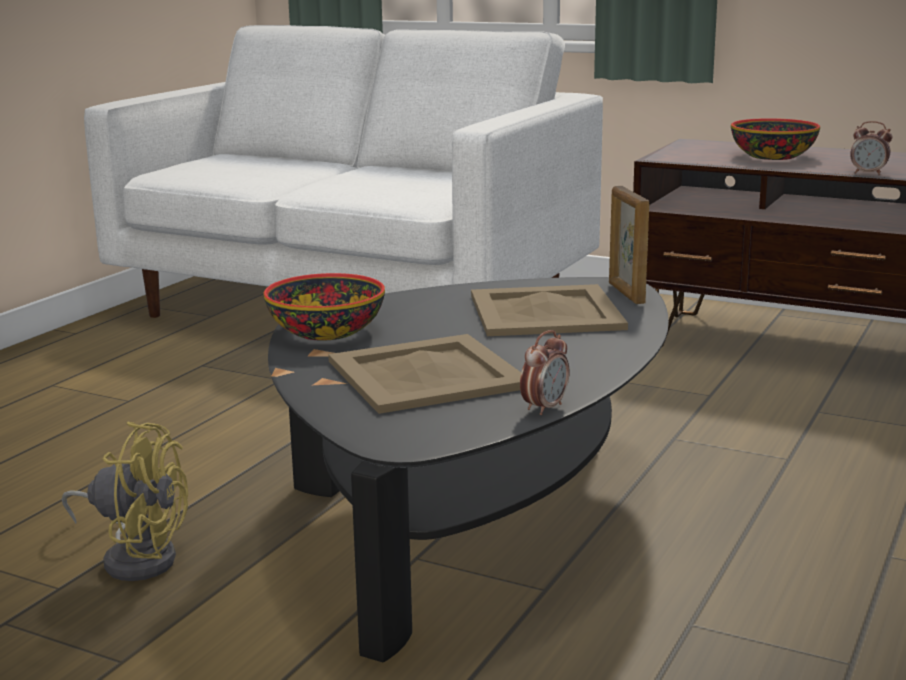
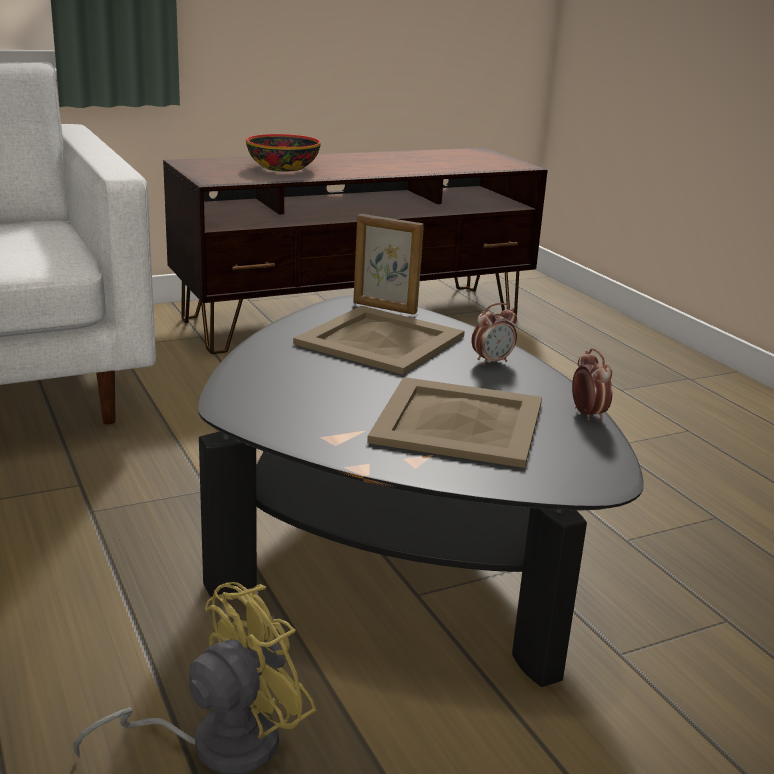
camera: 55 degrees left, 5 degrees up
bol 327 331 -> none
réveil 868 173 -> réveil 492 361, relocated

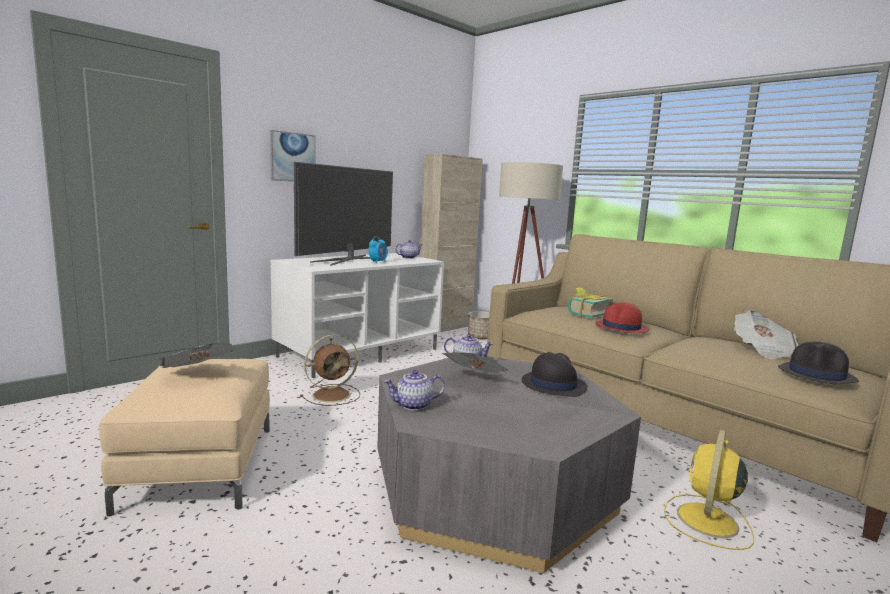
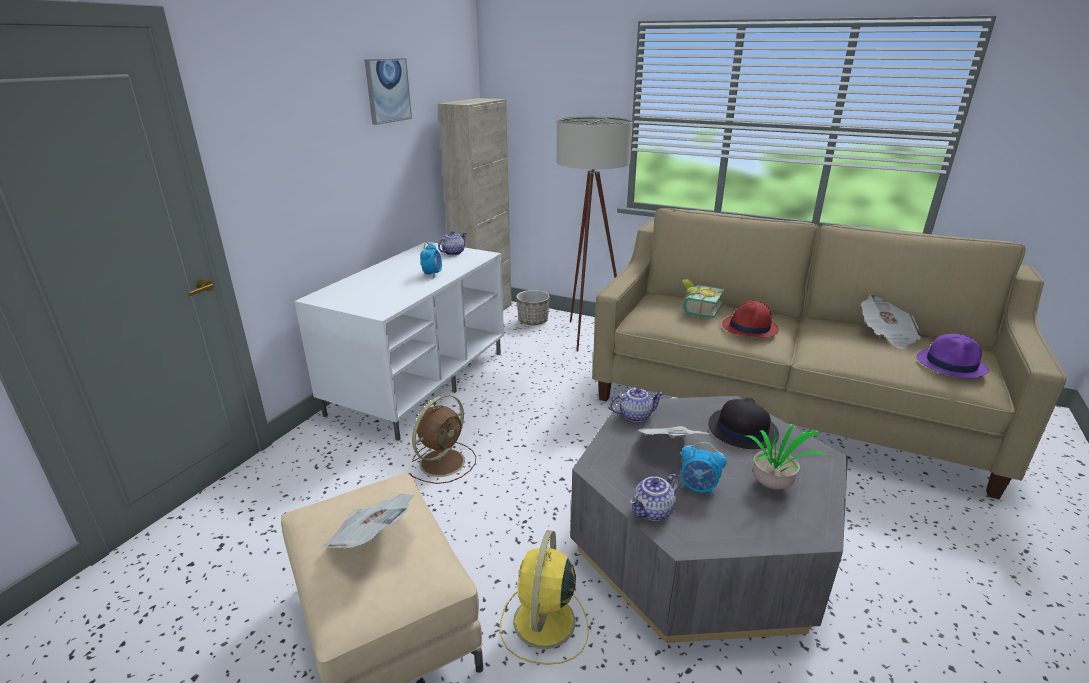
camera: 20 degrees left, 15 degrees up
tableau 292 157 -> tableau 387 90, relocated
téléviseur 349 260 -> none
ventilateur [jaune] 706 521 -> ventilateur [jaune] 543 624, relocated
chapeau [noir] 817 375 -> chapeau [violet] 951 364
none -> réveil 698 488
none -> plante en pot 775 487

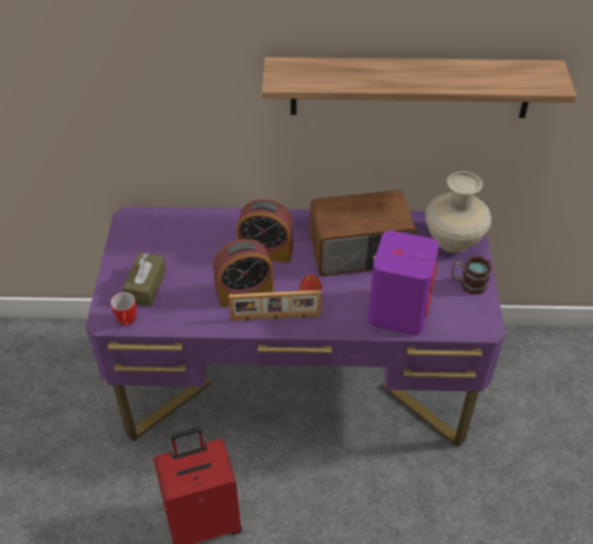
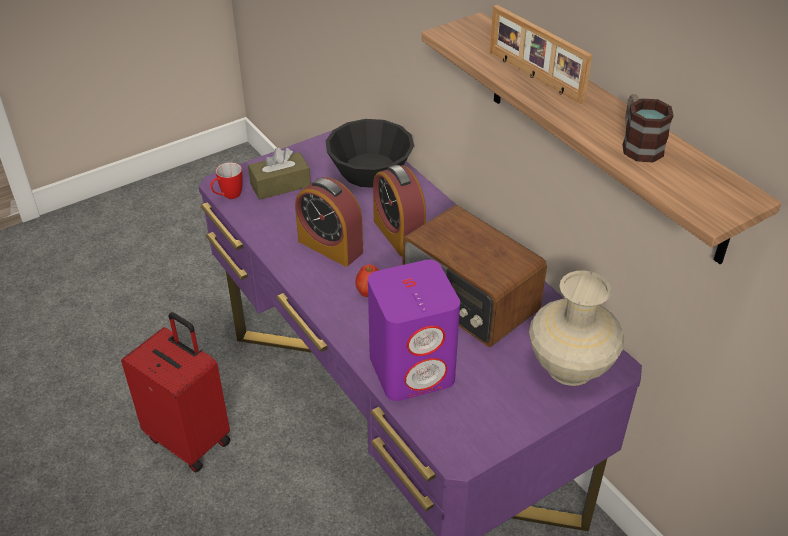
camera: 55 degrees right, 5 degrees down
cadre photo 275 318 -> cadre photo 533 77, relocated
mug 468 283 -> mug 638 145, relocated
none -> bol [noir] 369 170

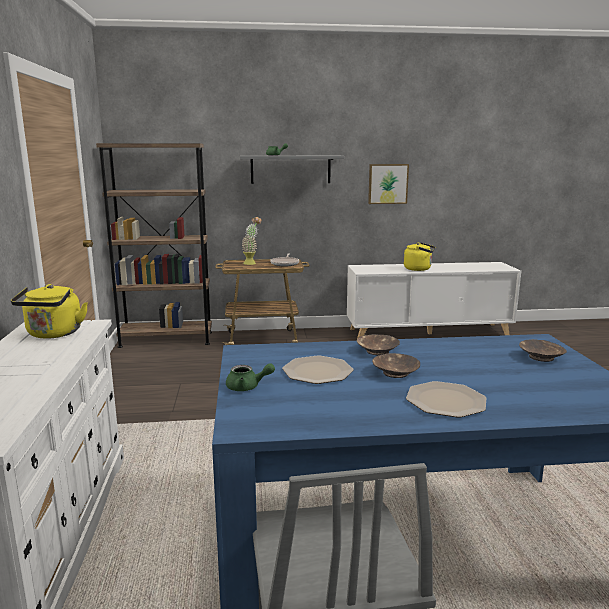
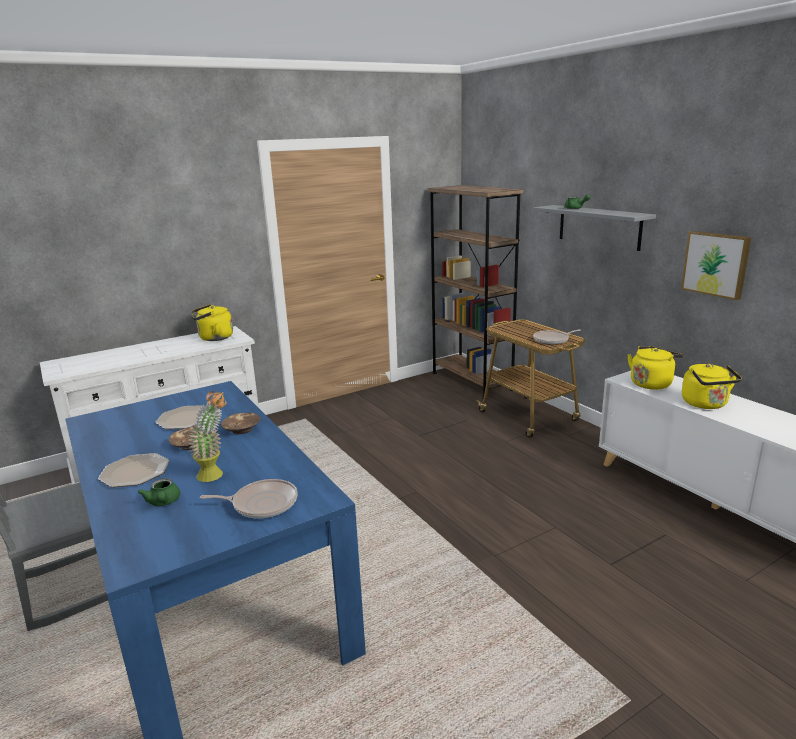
camera: 65 degrees right, 5 degrees up
théière [vert] 247 387 -> théière [vert] 163 502, relocated
plante en pot 252 263 -> plante en pot 216 476, relocated
bol [marron] 540 357 -> poêle 261 504
none -> bouilloire [jaune] 651 383

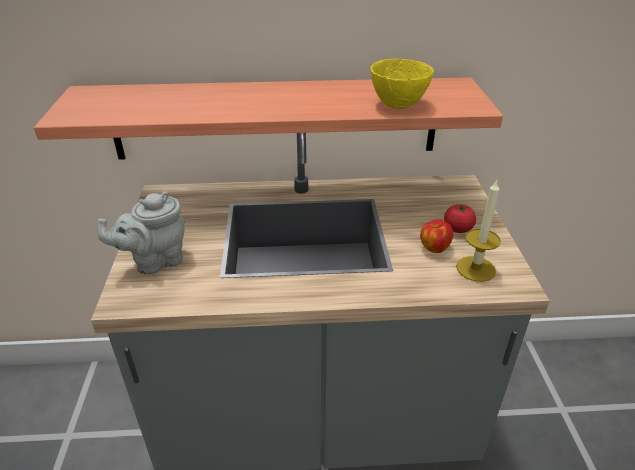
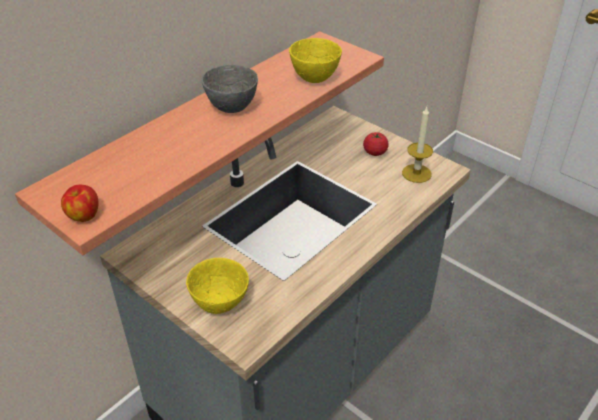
camera: 45 degrees left, 5 degrees up
théière [gris] 155 261 -> bol [jaune] 220 302
pomme 434 248 -> pomme 83 216, relocated
none -> bol [gris] 231 108

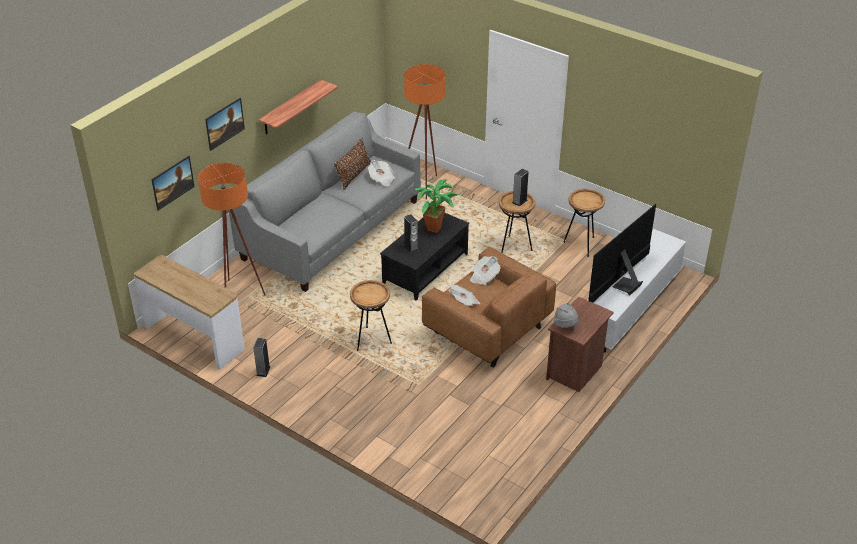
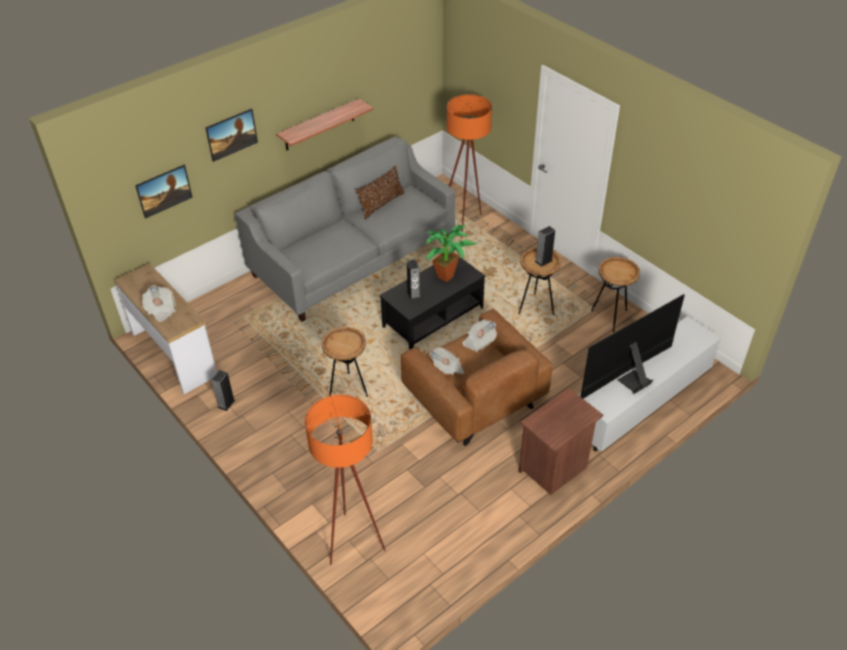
camera: 15 degrees right, 5 degrees up
lampadaire [orange] 237 291 -> lampadaire [orange] 352 536, relocated
journal 381 179 -> journal 161 310, relocated
chapeau [gris] 565 326 -> none

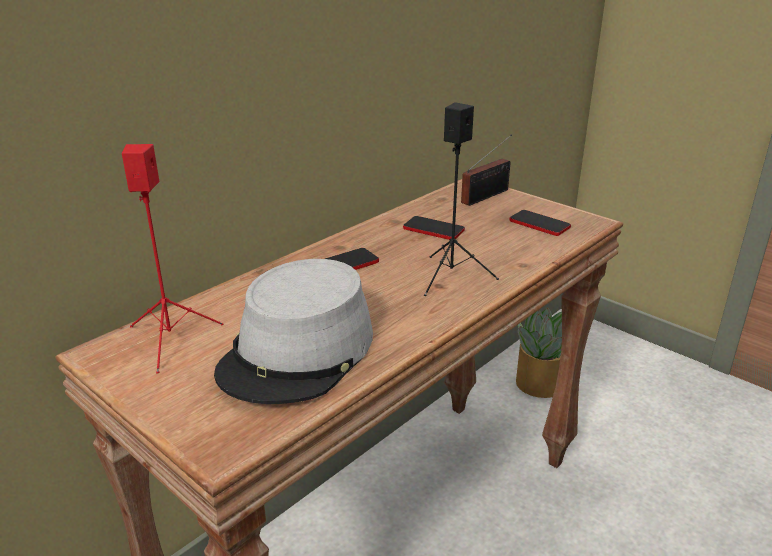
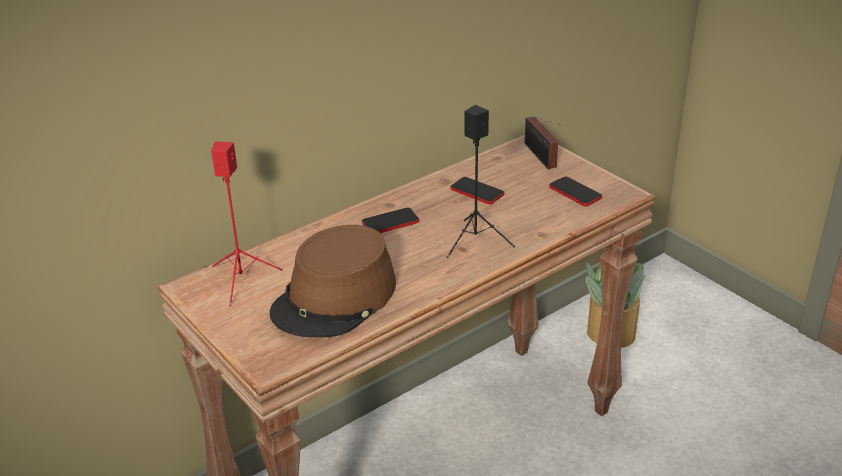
camera: 10 degrees right, 5 degrees up
chapeau [gris] 299 352 -> chapeau [marron] 335 298
radio 488 195 -> radio 540 157, 105 degrees clockwise

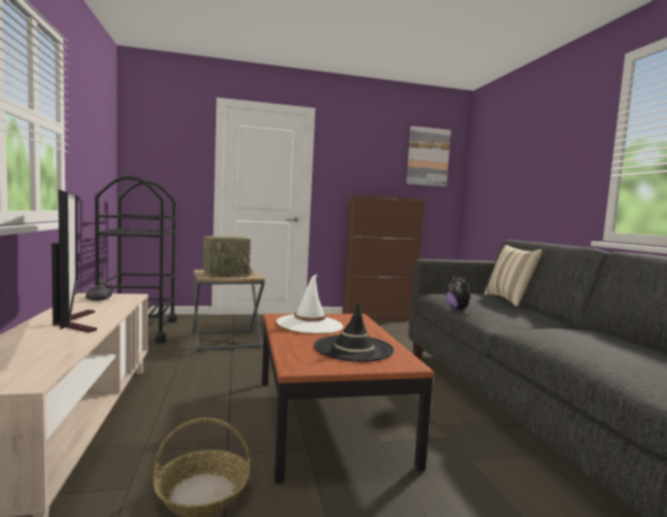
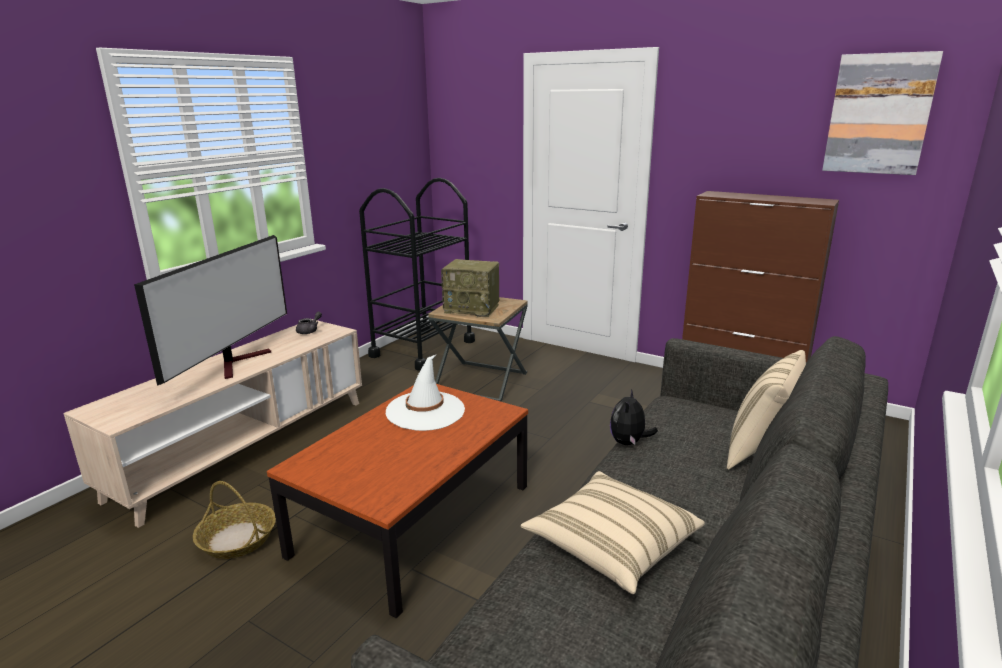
camera: 45 degrees right, 15 degrees up
chapeau [noir] 353 348 -> none
none -> coussin [beige] 611 547

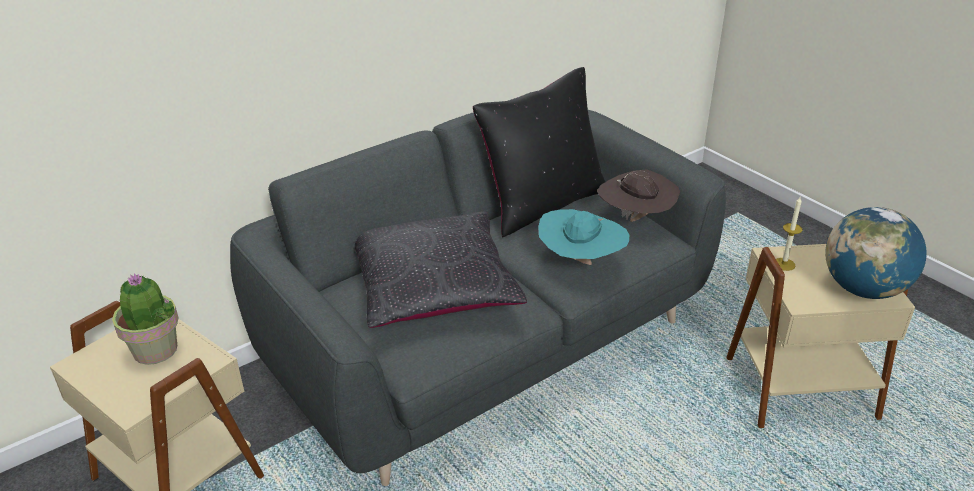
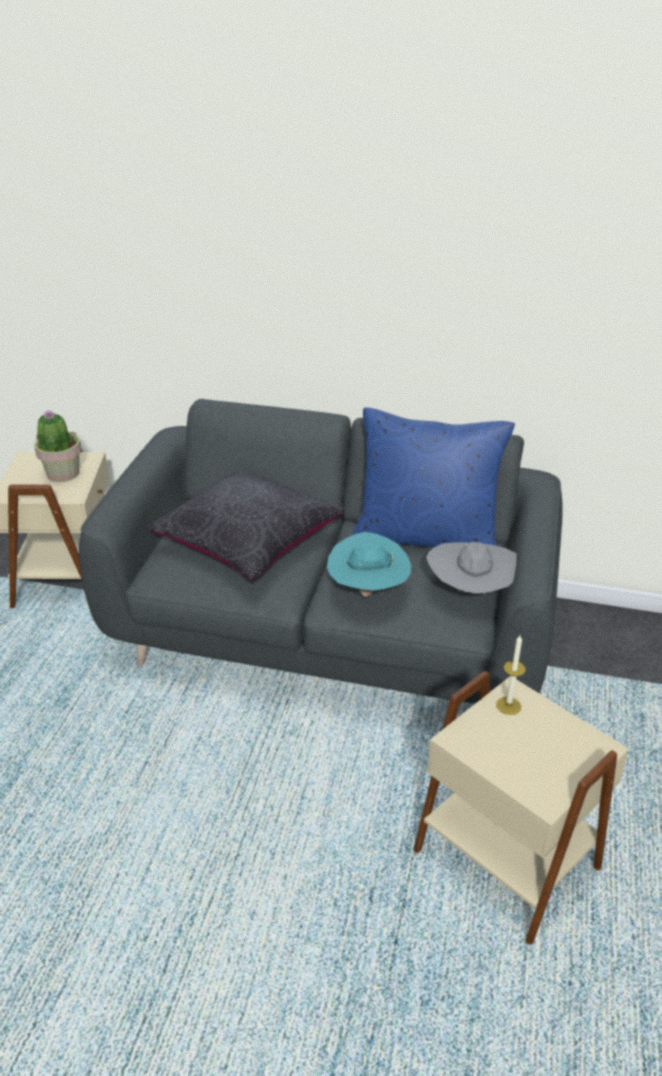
camera: 50 degrees right, 0 degrees up
coussin [noir] 542 204 -> coussin [bleu] 426 537
chapeau [marron] 635 219 -> chapeau [gris] 471 593
globe 863 289 -> none

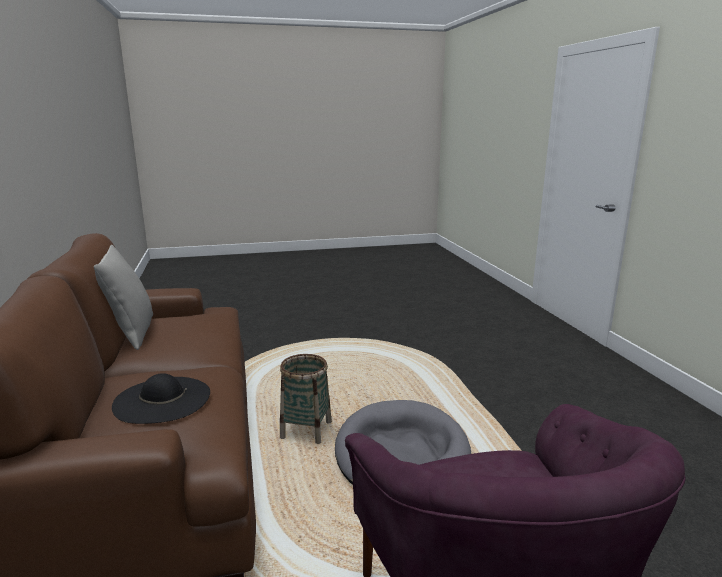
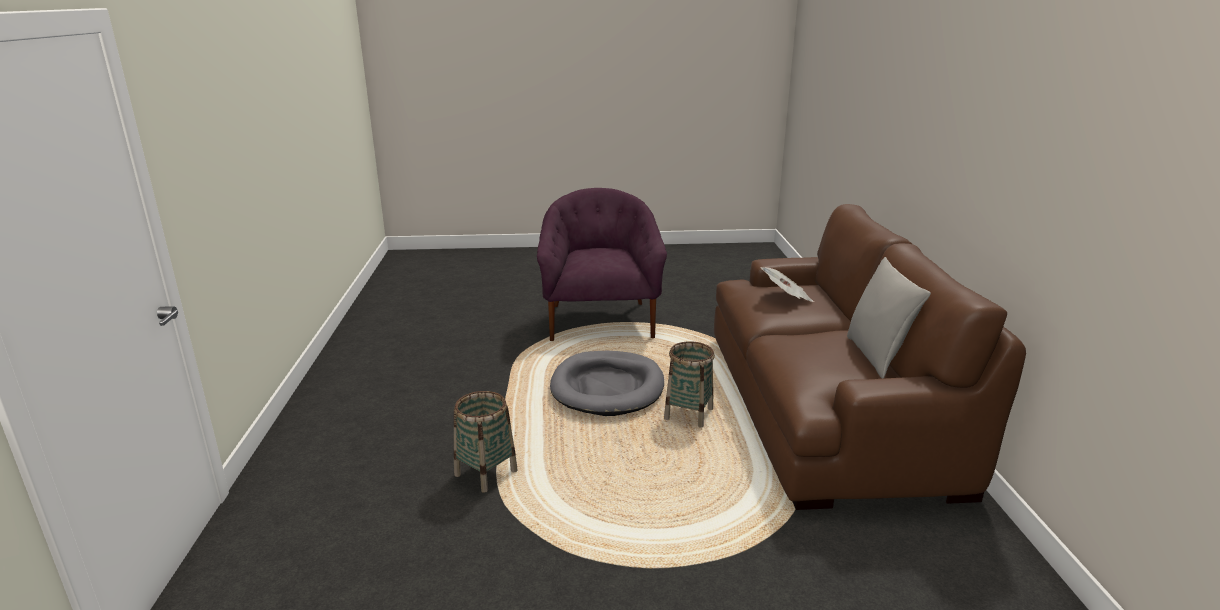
camera: 170 degrees left, 5 degrees up
chapeau [noir] 162 399 -> journal 786 298
none -> panier 486 473

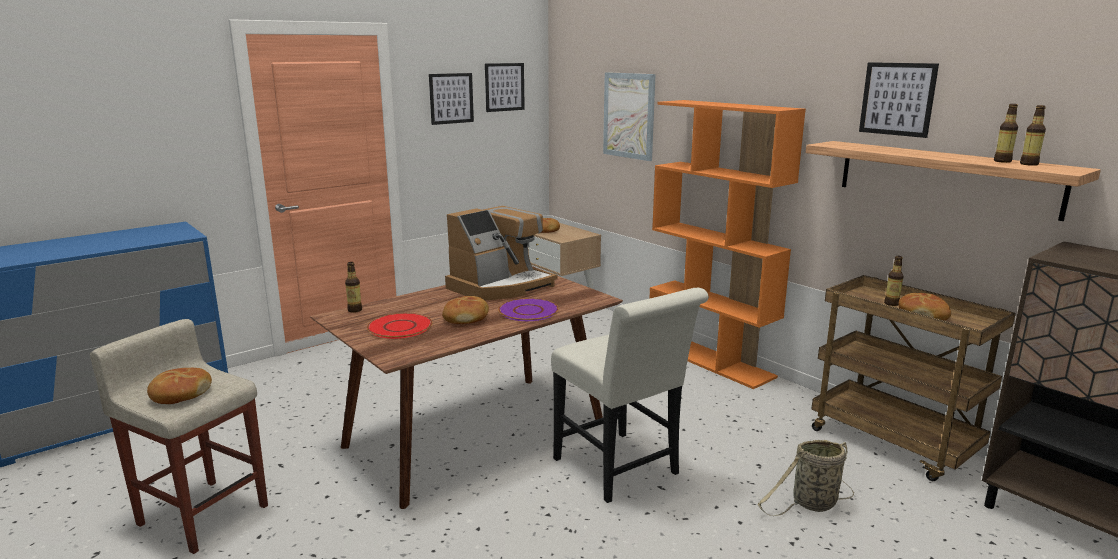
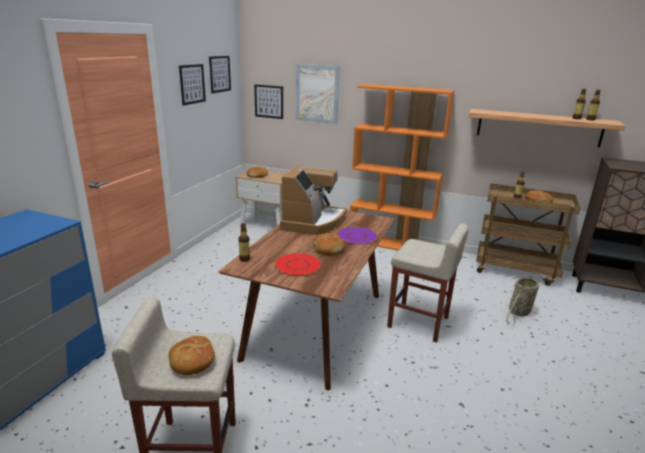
camera: 30 degrees left, 5 degrees up
chaise [blanc] 621 470 -> tabouret [beige] 419 322
tableau 897 99 -> tableau 269 101, relocated

